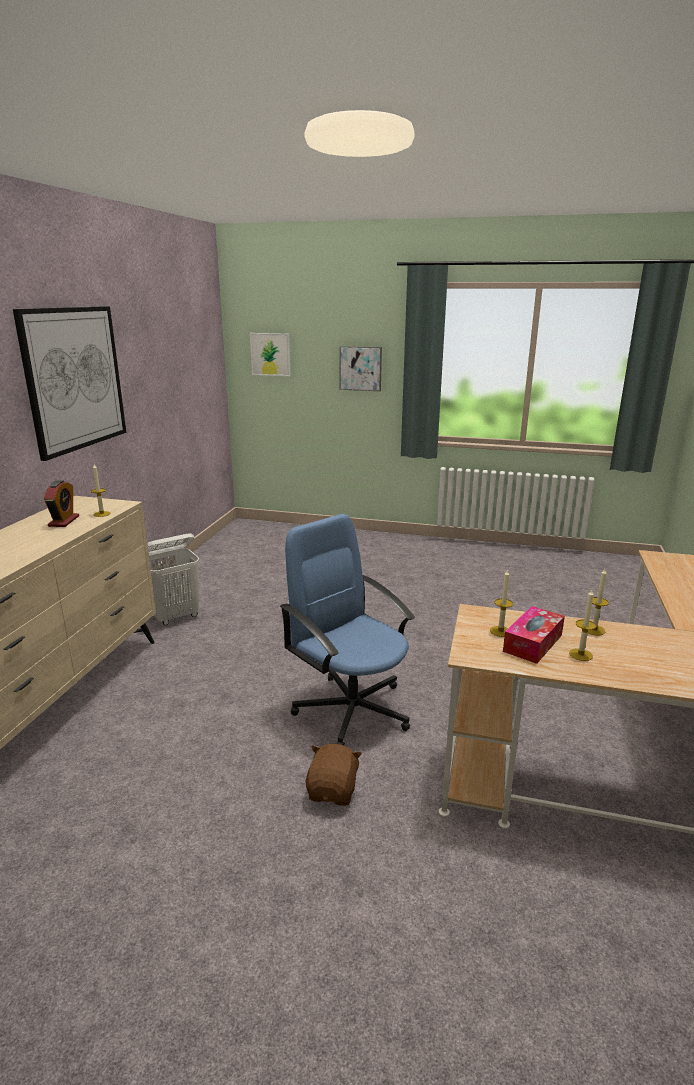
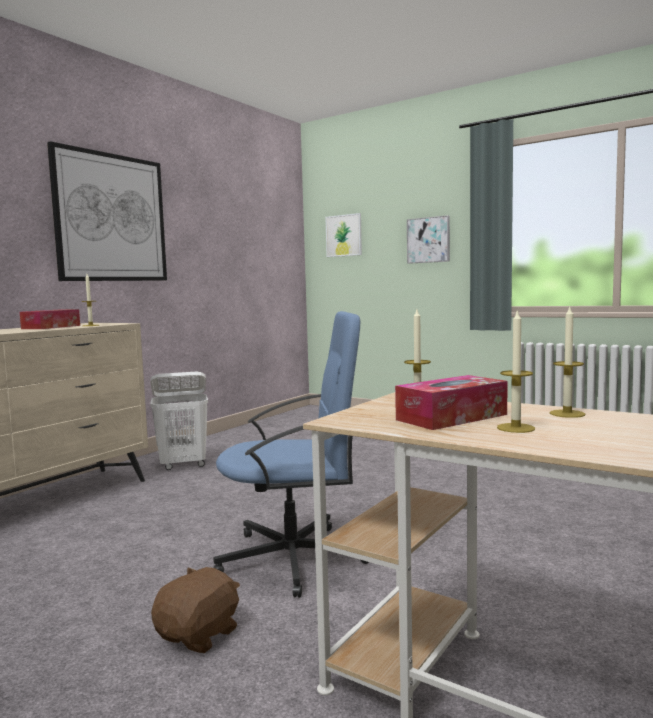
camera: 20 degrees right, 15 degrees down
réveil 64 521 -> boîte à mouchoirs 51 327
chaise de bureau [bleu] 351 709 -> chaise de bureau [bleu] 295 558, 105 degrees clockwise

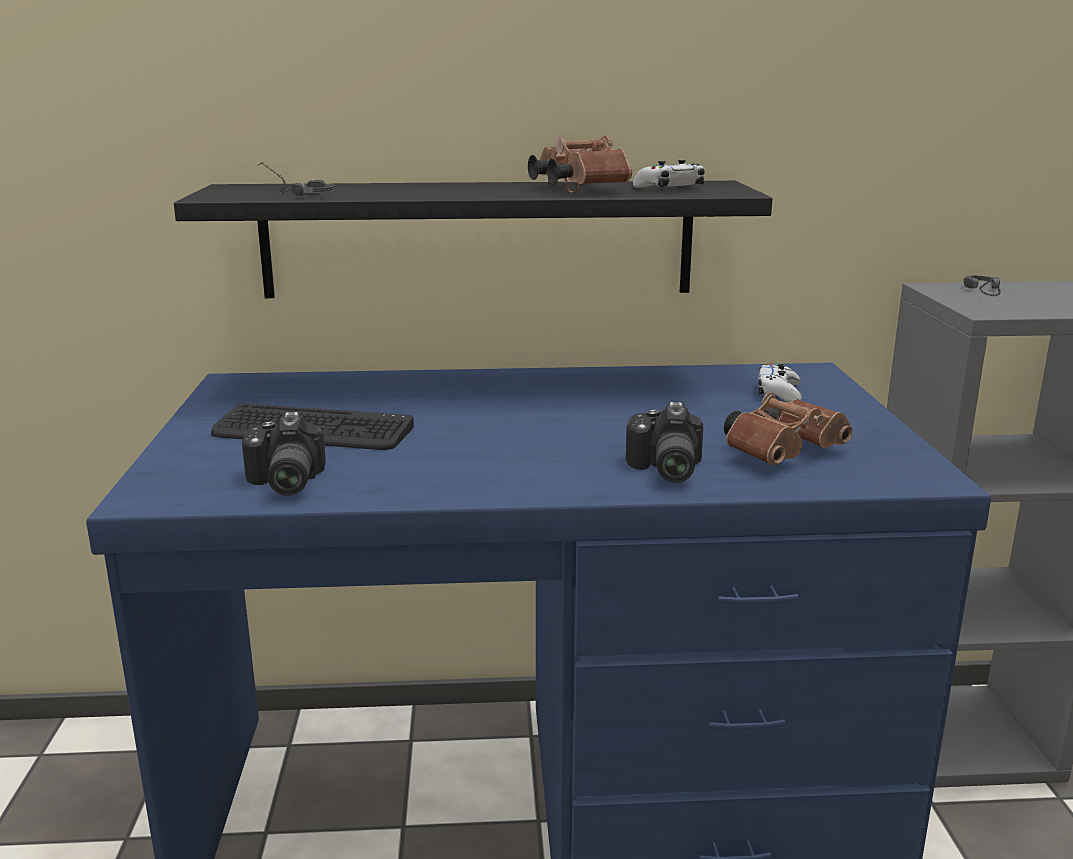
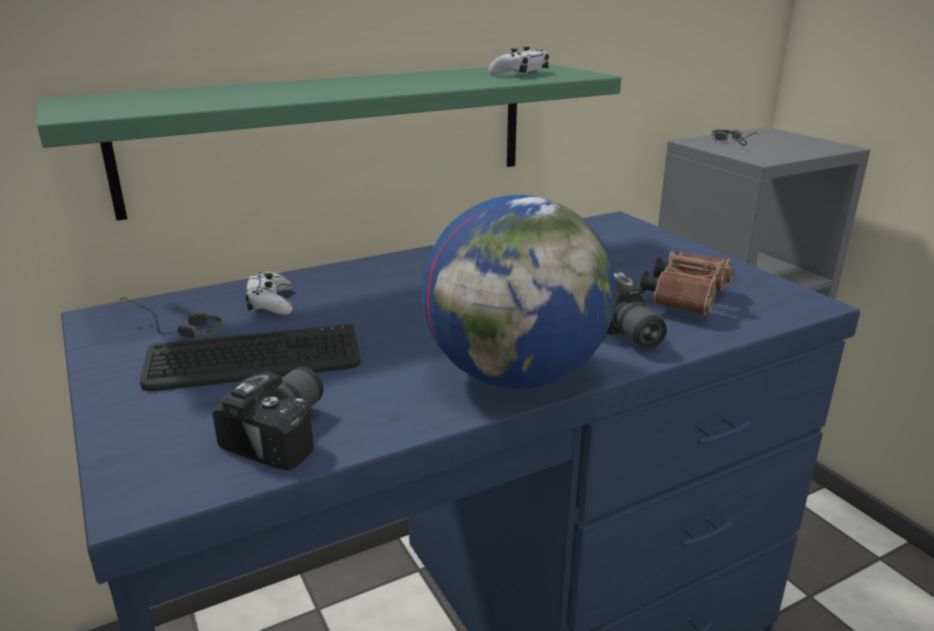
camera: 25 degrees left, 5 degrees up
étagère [noir] 478 239 -> étagère [vert] 334 135
appareil photo 282 483 -> appareil photo 287 433, 120 degrees counterclockwise
casque audio 290 193 -> casque audio 169 330, relocated
jumelles [marron] 576 188 -> none
manette [blanc] 779 392 -> manette [blanc] 271 302, relocated
none -> globe 516 375

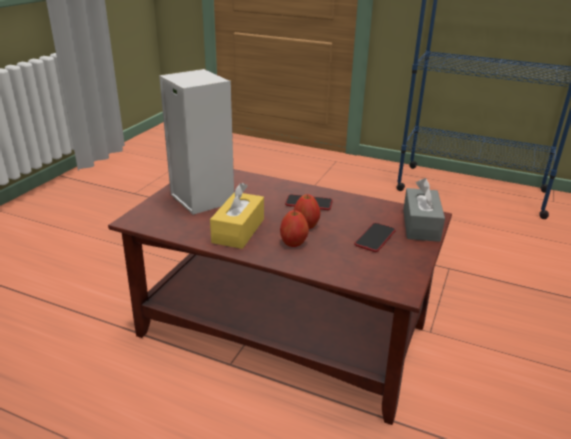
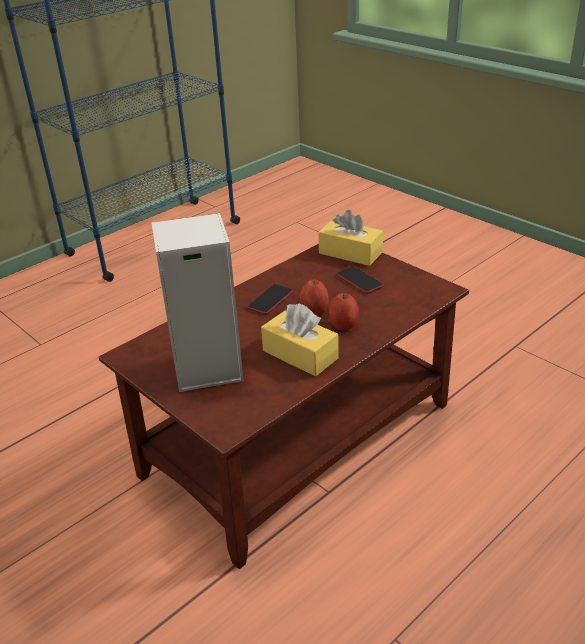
camera: 65 degrees left, 5 degrees up
boîte à mouchoirs [gris] 421 225 -> boîte à mouchoirs [jaune] 350 253

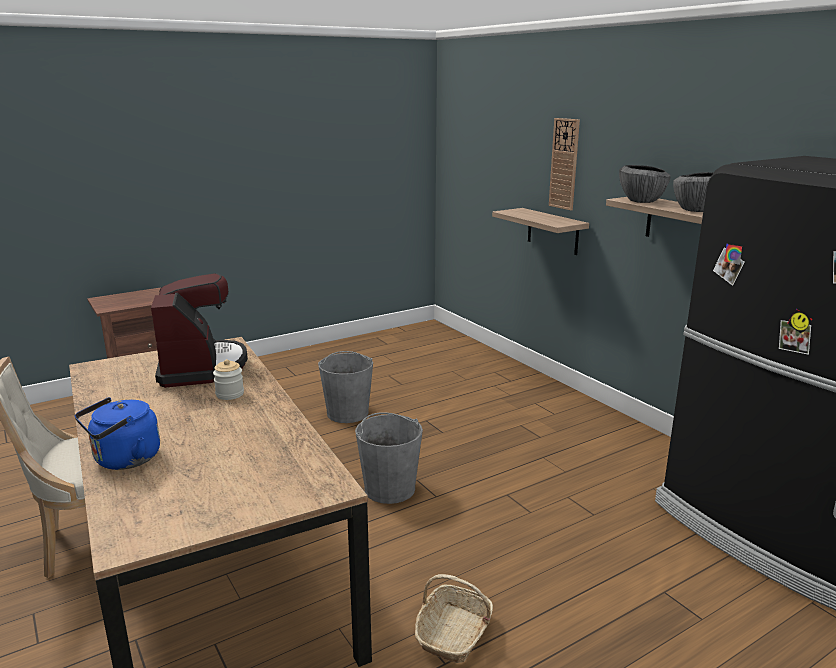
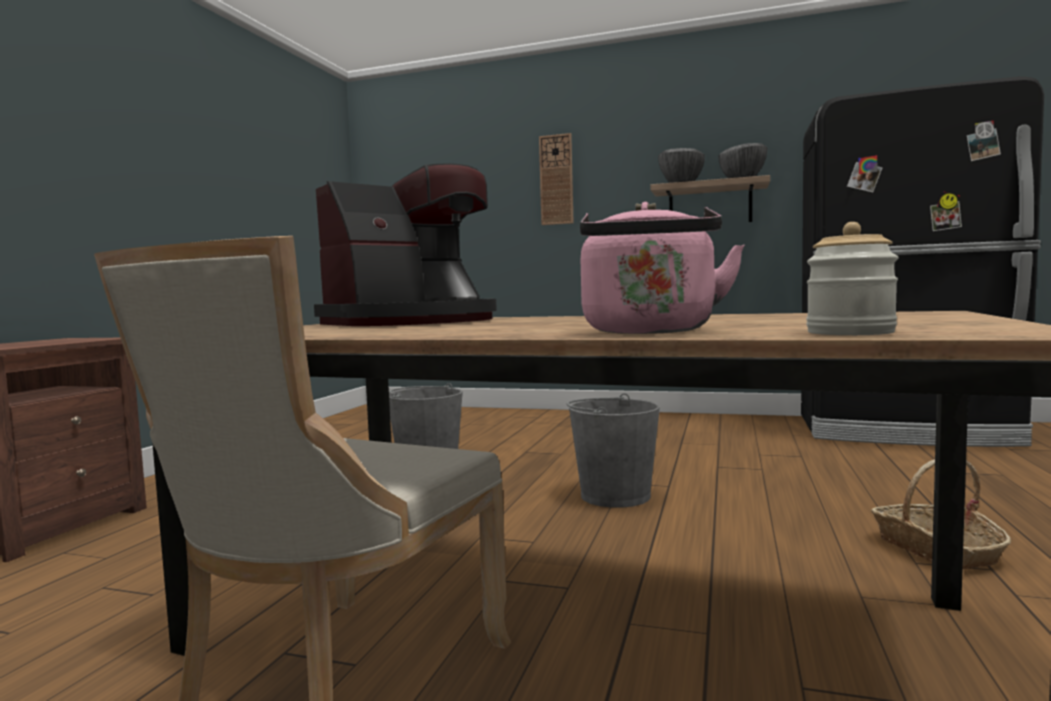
camera: 40 degrees left, 15 degrees down
bouilloire [bleu] 124 460 -> bouilloire [rose] 650 332
machine à café 201 367 -> machine à café 412 322, 105 degrees clockwise
bocal 230 394 -> bocal 850 333, relocated
étagère 553 231 -> none

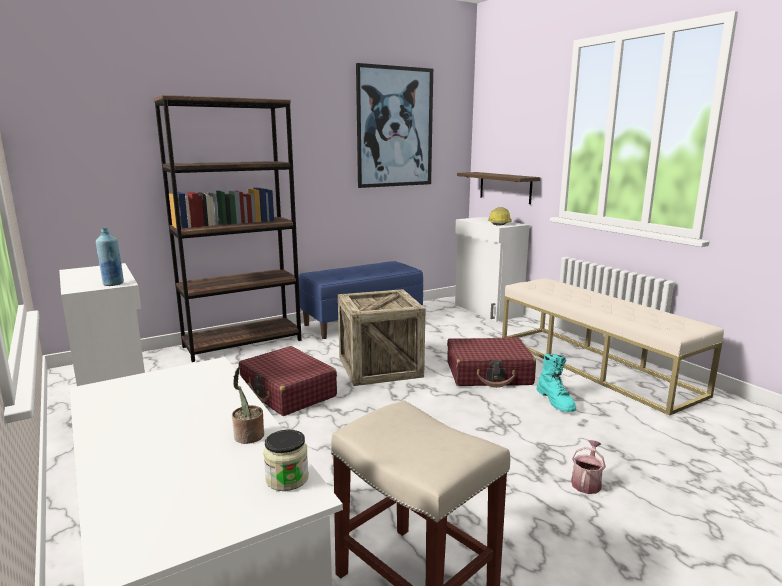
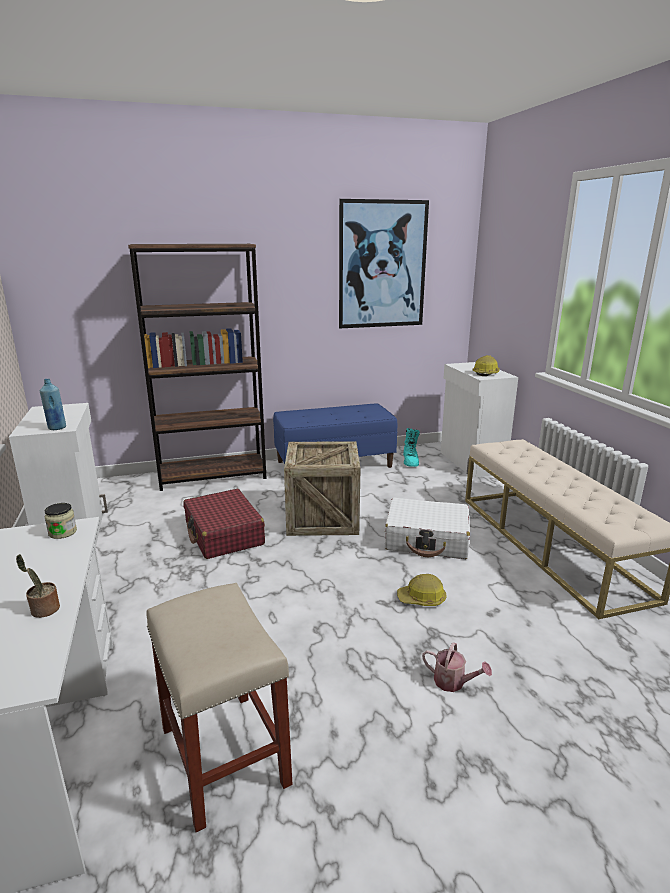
camera: 15 degrees right, 5 degrees up
bocal 287 479 -> bocal 62 532, relocated
valise [rouge] 489 374 -> valise [blanc] 427 540
étagère 505 187 -> none
botte [turquoise] 556 401 -> botte [turquoise] 410 461, relocated
arrosoir 586 482 -> arrosoir 453 682, 75 degrees clockwise
none -> casque de chantier 422 599

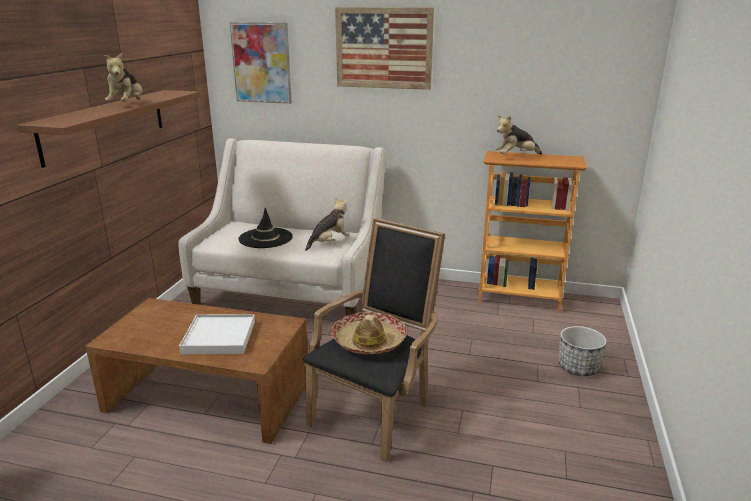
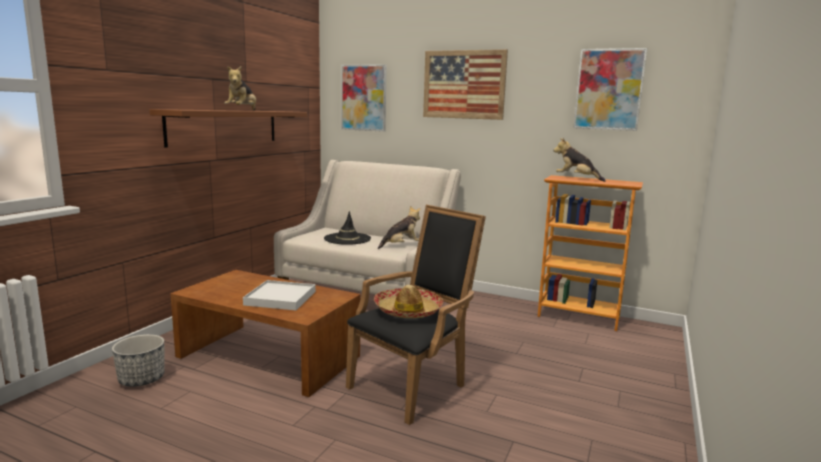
camera: 10 degrees right, 10 degrees down
peluche 516 156 -> peluche 576 178, 45 degrees clockwise
cache-pot 578 368 -> cache-pot 142 379, relocated
none -> tableau 609 89

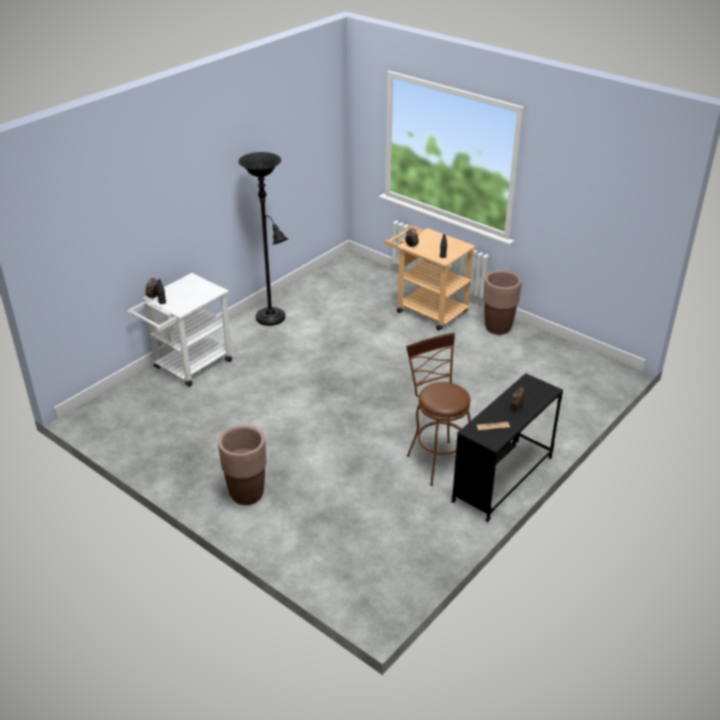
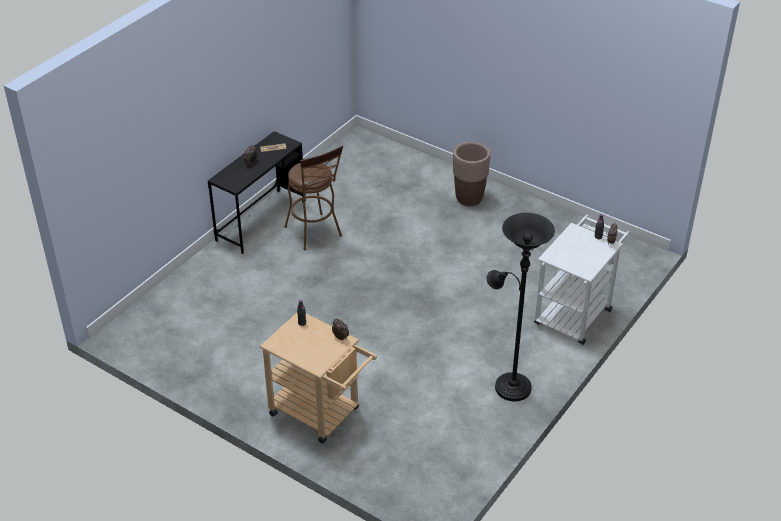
camera: 175 degrees right, 5 degrees up
cache-pot [marron] 498 328 -> none

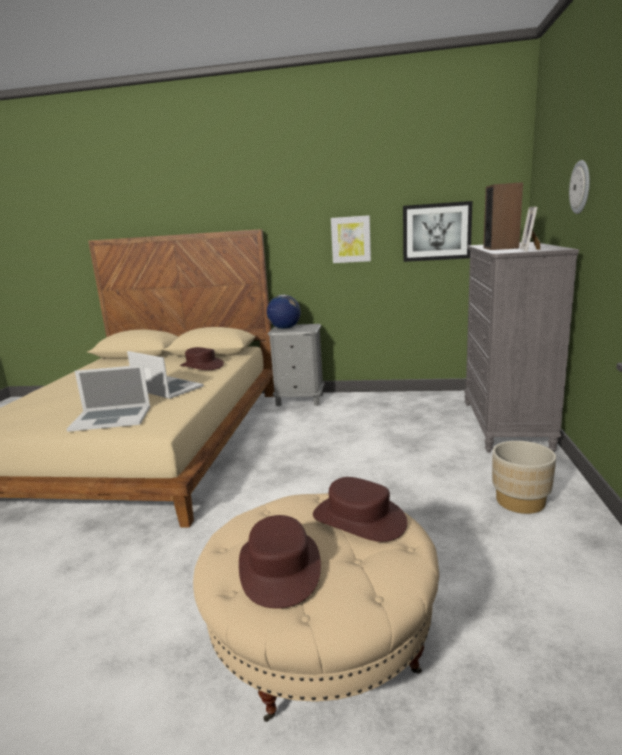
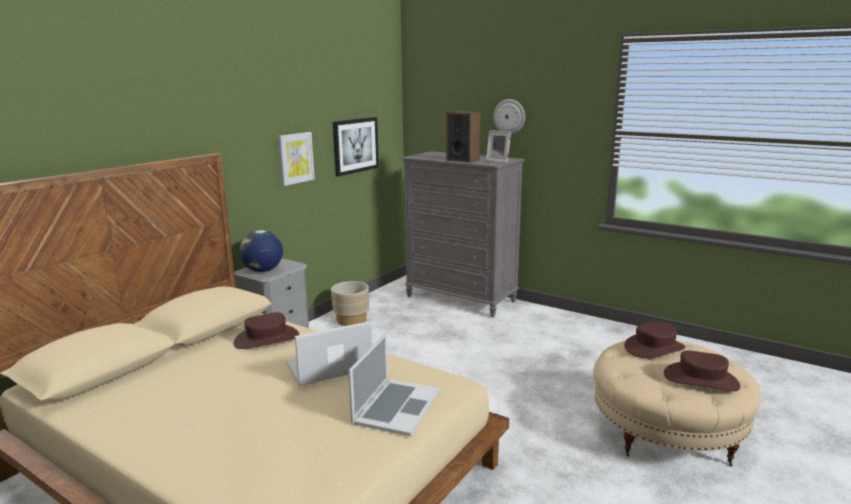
camera: 65 degrees left, 0 degrees up
cache-pot [beige] 520 501 -> cache-pot [beige] 351 320, relocated

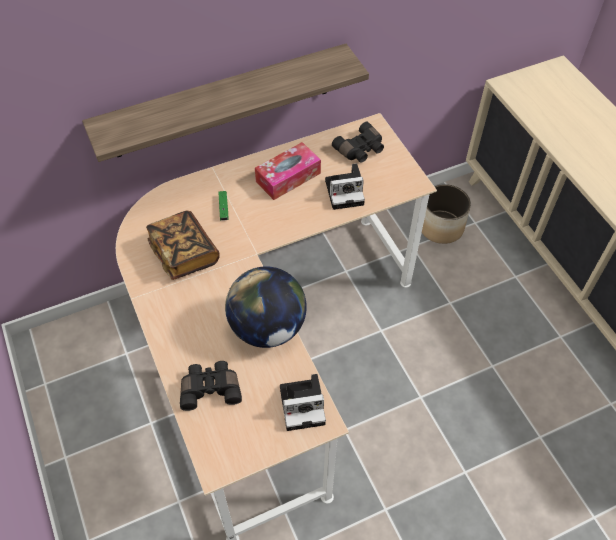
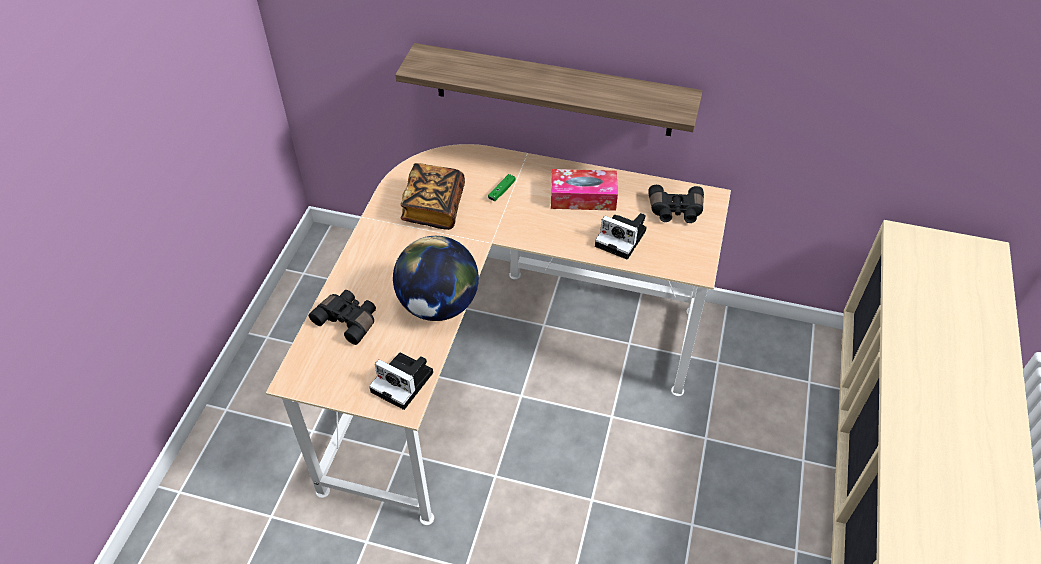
camera: 40 degrees right, 5 degrees down
cache-pot 441 226 -> none

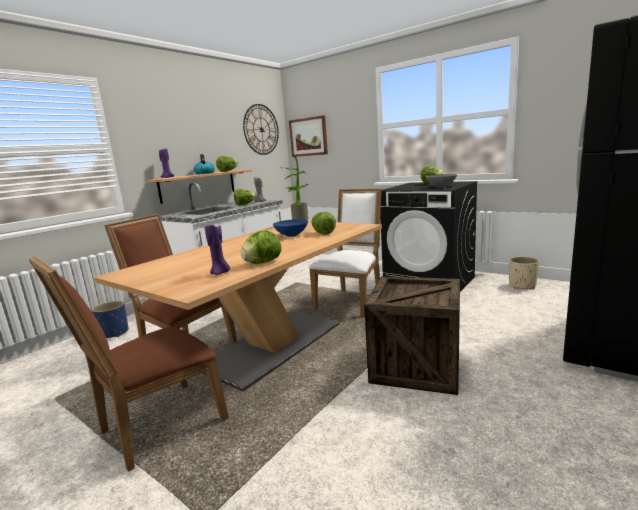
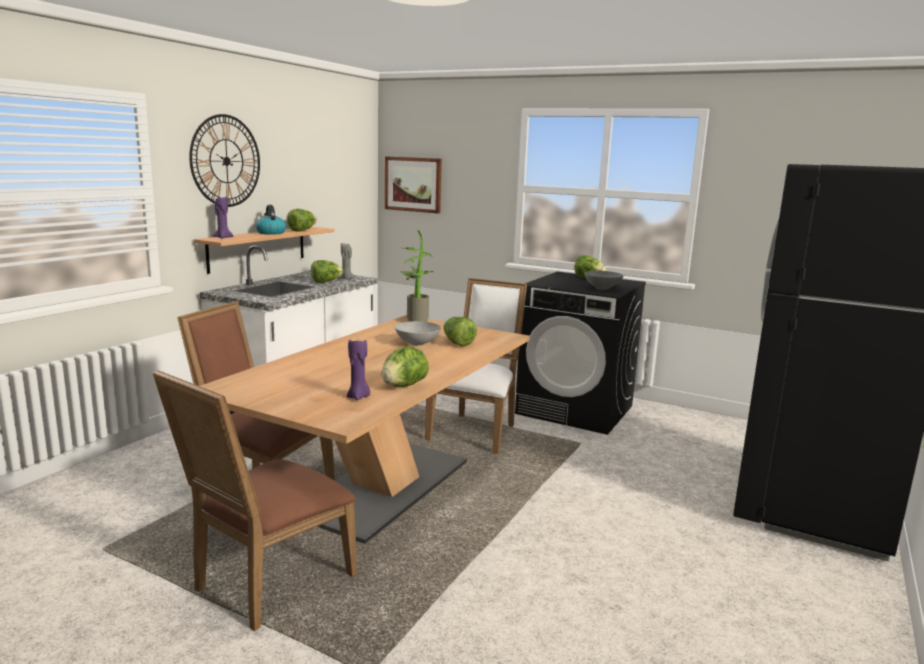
camera: 10 degrees left, 0 degrees up
cache-pot [bleu] 114 333 -> none
horloge murale 261 129 -> horloge murale 226 161, relocated
bol [bleu] 292 235 -> bol [gris] 417 343
caisse 416 365 -> none
cache-pot [beige] 522 285 -> none

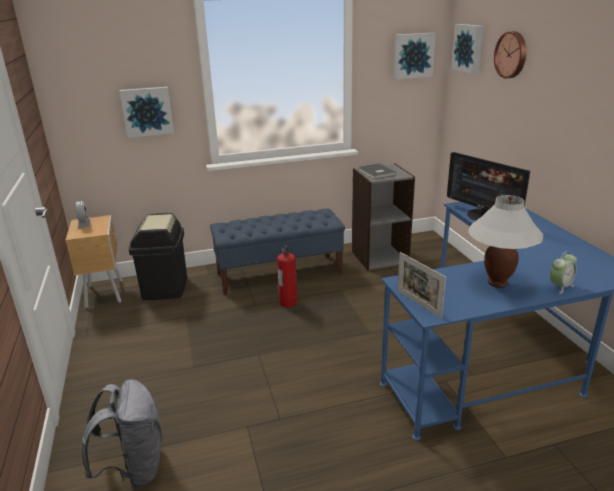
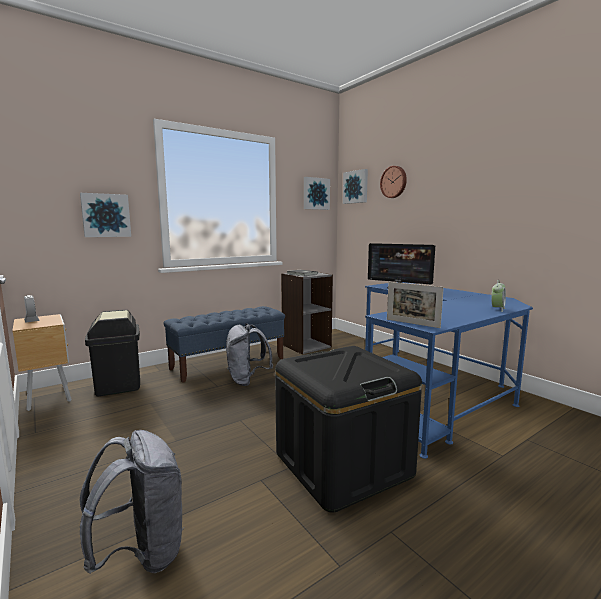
camera: 20 degrees left, 15 degrees down
extincteur 288 302 -> sac à dos [gris] 247 380
lampe de table [blanc] 497 283 -> none
none -> boîte de rangement [noir] 342 464

